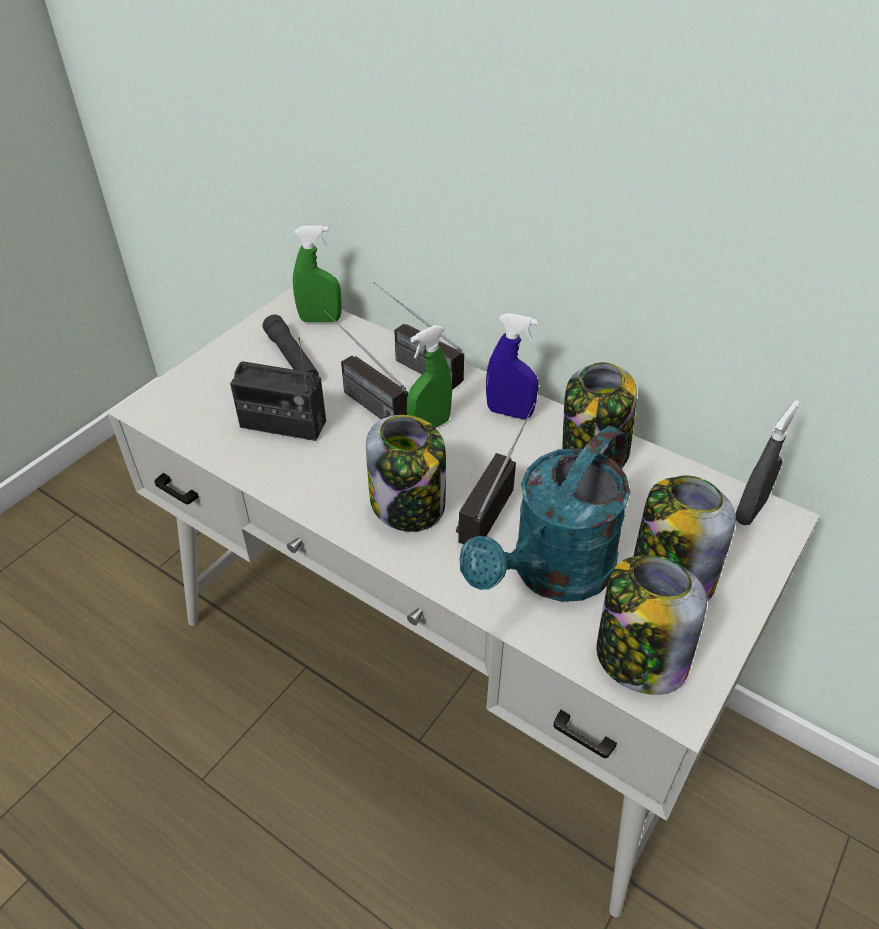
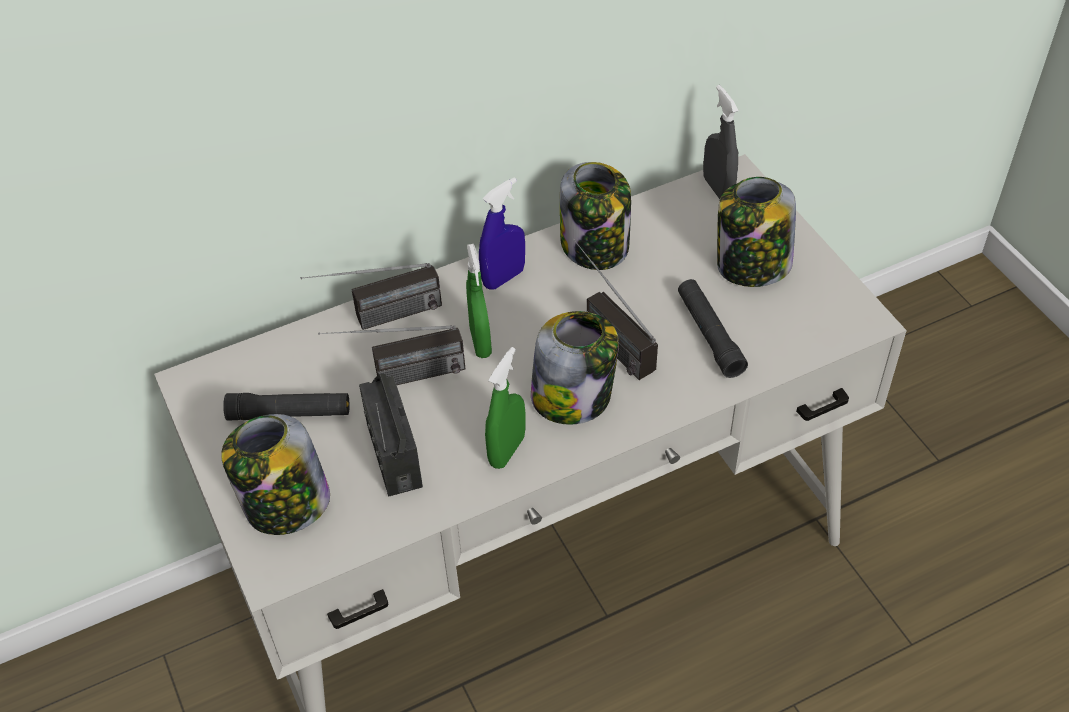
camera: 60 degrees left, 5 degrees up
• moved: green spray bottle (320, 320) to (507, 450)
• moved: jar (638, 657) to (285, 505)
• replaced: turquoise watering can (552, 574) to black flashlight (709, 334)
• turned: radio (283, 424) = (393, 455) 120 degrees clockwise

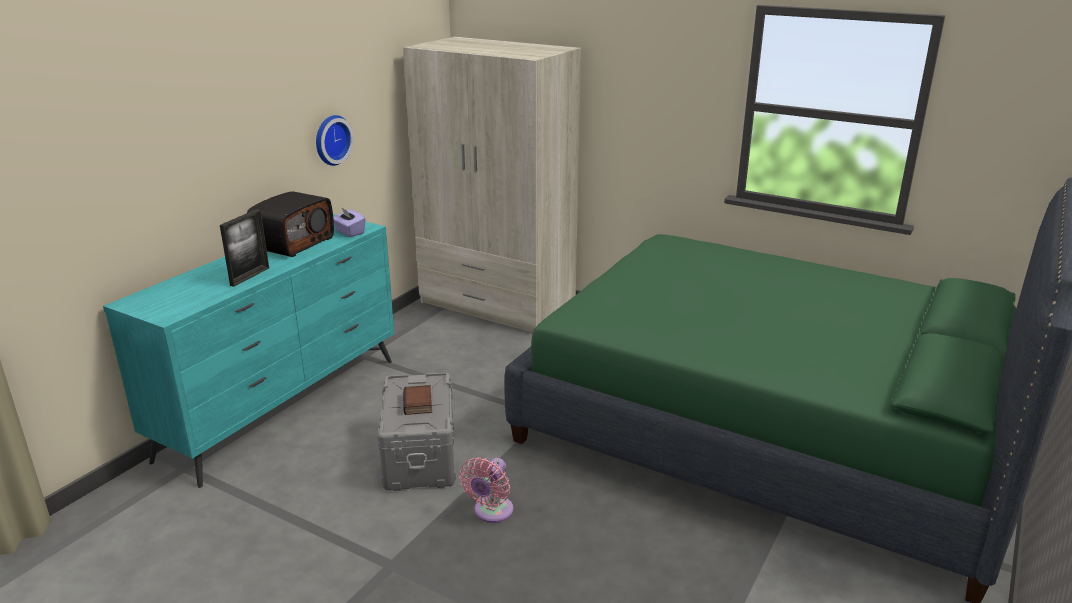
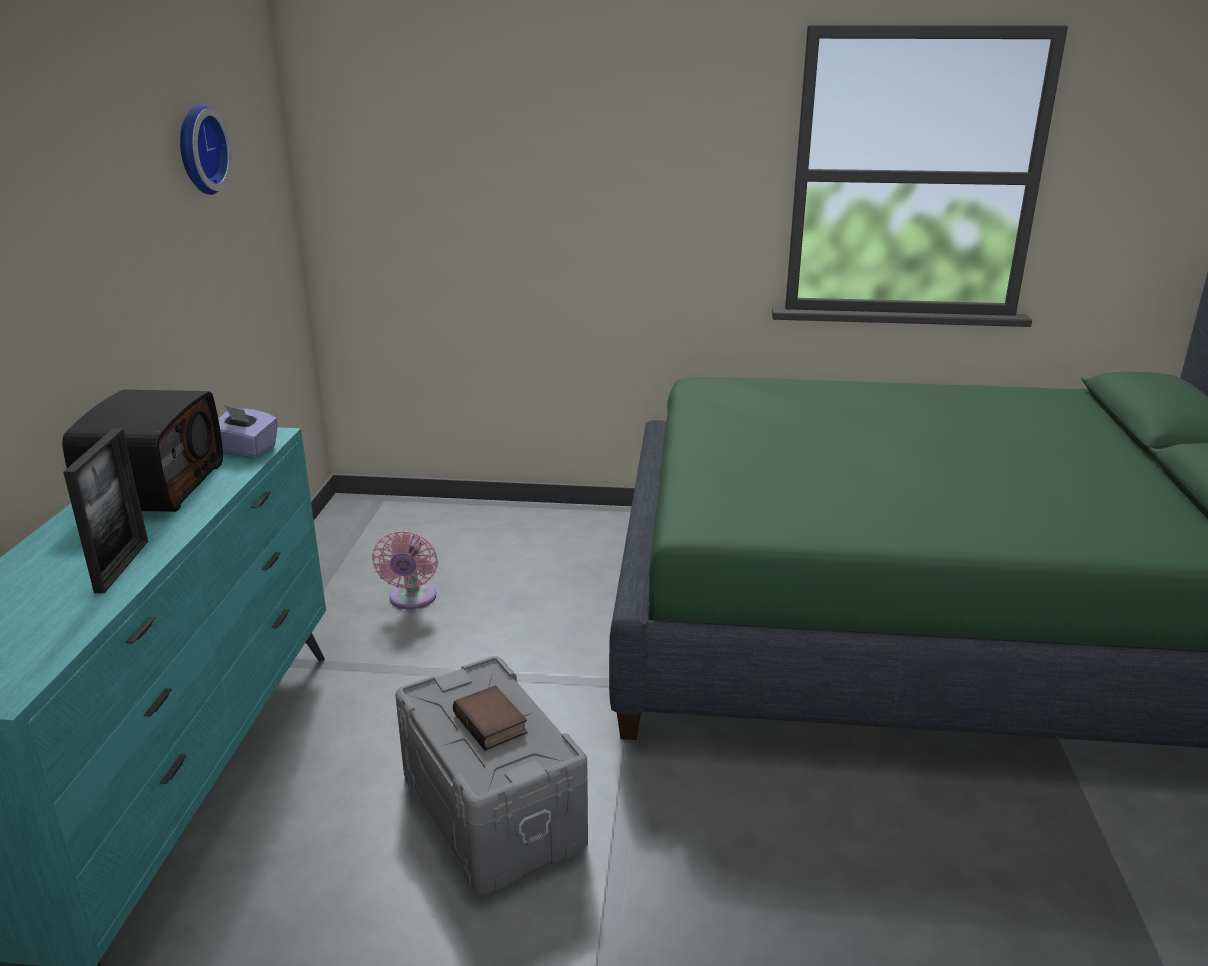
camera: 25 degrees left, 0 degrees up
• removed: beige wardrobe (497, 304)
• moved: wall clock (331, 139) to (198, 149)
• moved: pink fan (491, 512) to (412, 600)

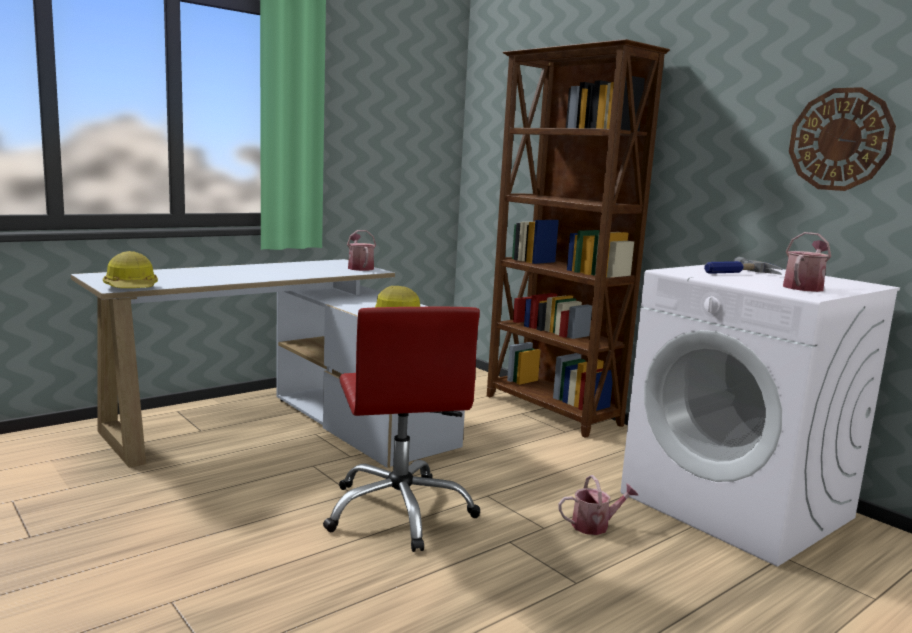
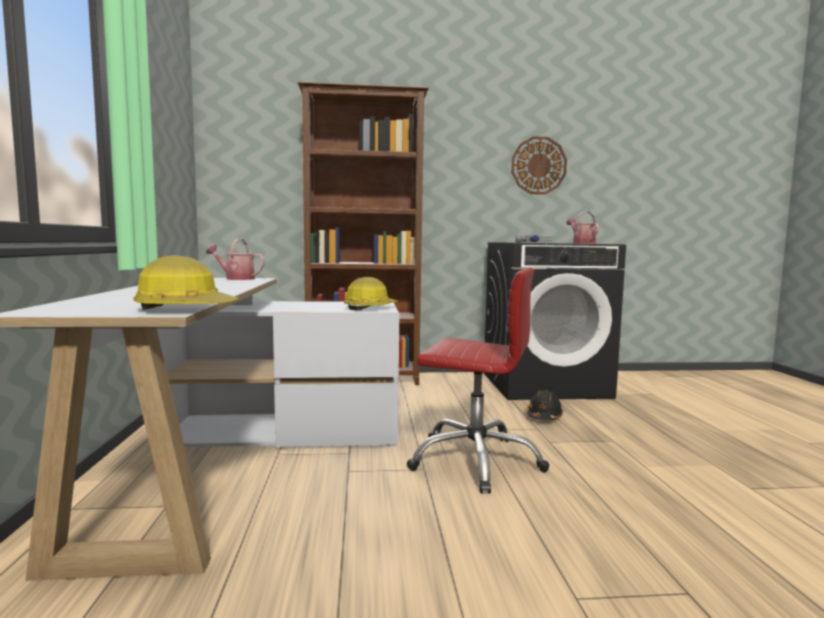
camera: 55 degrees left, 5 degrees down
• replaced: watering can (595, 525) to black hard hat (544, 416)
• recoloured: white washing machine (737, 506) to black washing machine (545, 385)

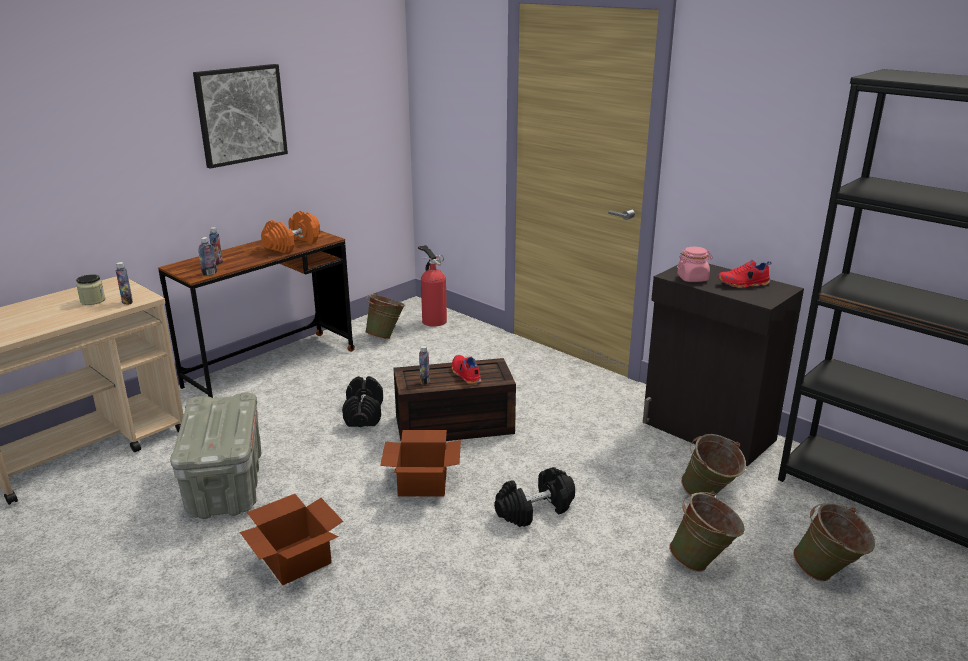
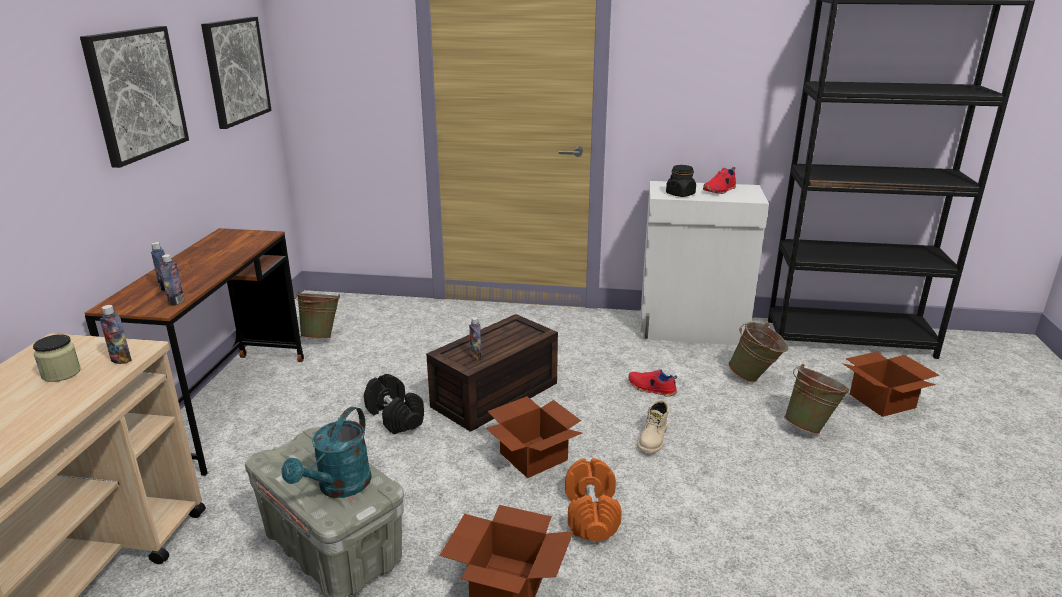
camera: 35 degrees left, 0 degrees up
• removed: fire extinguisher (433, 320)
• added: picture (236, 71)
• added: turquoise watering can (339, 487)
• moved: orange dumbbell (292, 245) to (591, 514)
• moved: red shoe (465, 375) to (651, 389)
• replaced: black dumbbell (535, 510) to beige boot (653, 439)
• replaced: green bucket (827, 575) to cardboard box (884, 401)
• recoloured: black cabinet (707, 432) to white cabinet (692, 330)
• recoloured: pink jar (692, 278) to black jar (680, 194)

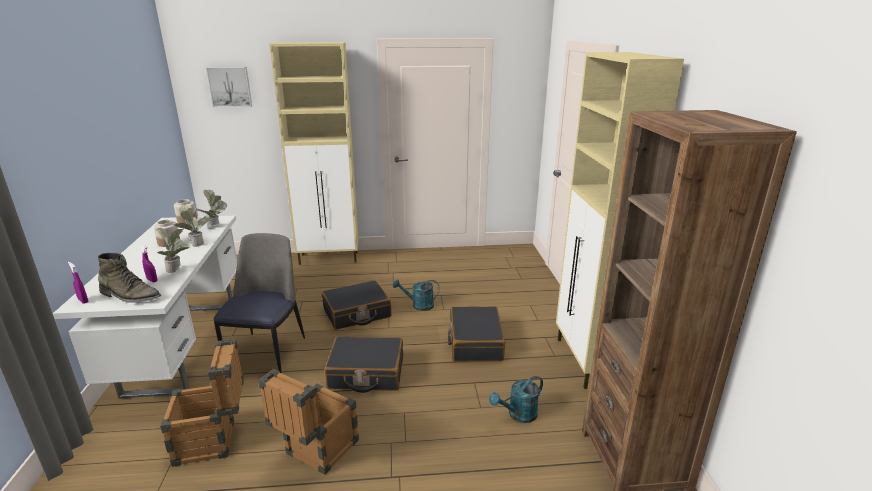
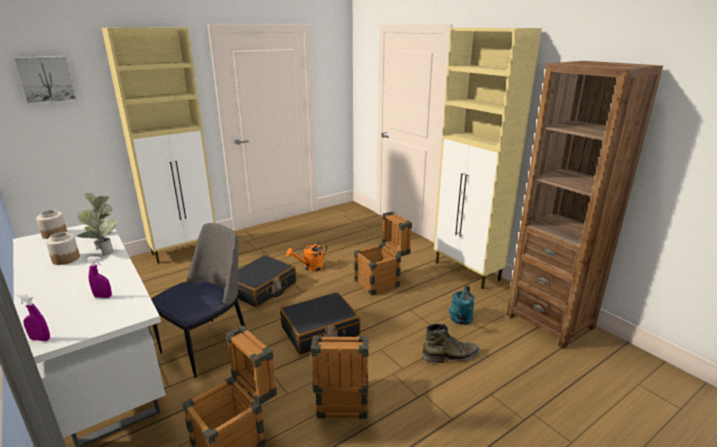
camera: 30 degrees left, 0 degrees up
• removed: potted plant (177, 269)
• moved: green boot (130, 296) to (450, 356)
• replaced: black suitcase (475, 342) to crate (382, 281)
• recoloured: turquoise watering can (418, 305) to orange watering can (310, 267)
• turned: chair (268, 351) = (208, 346) 60 degrees clockwise

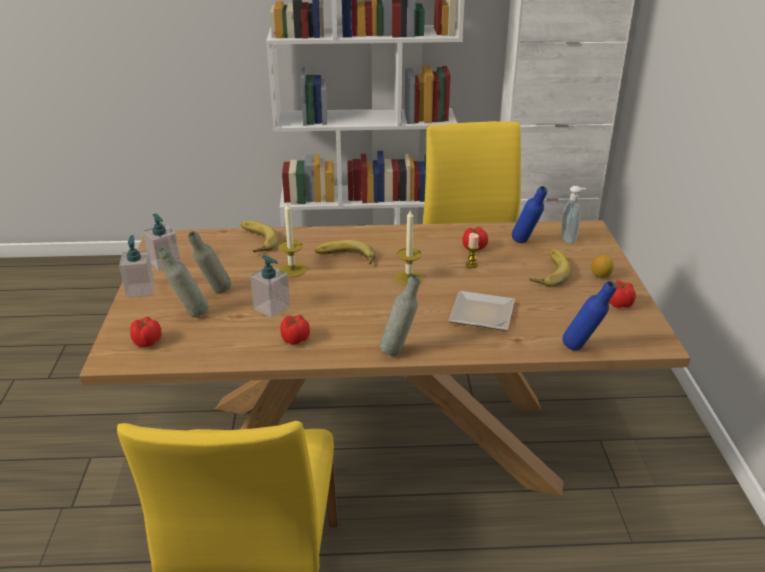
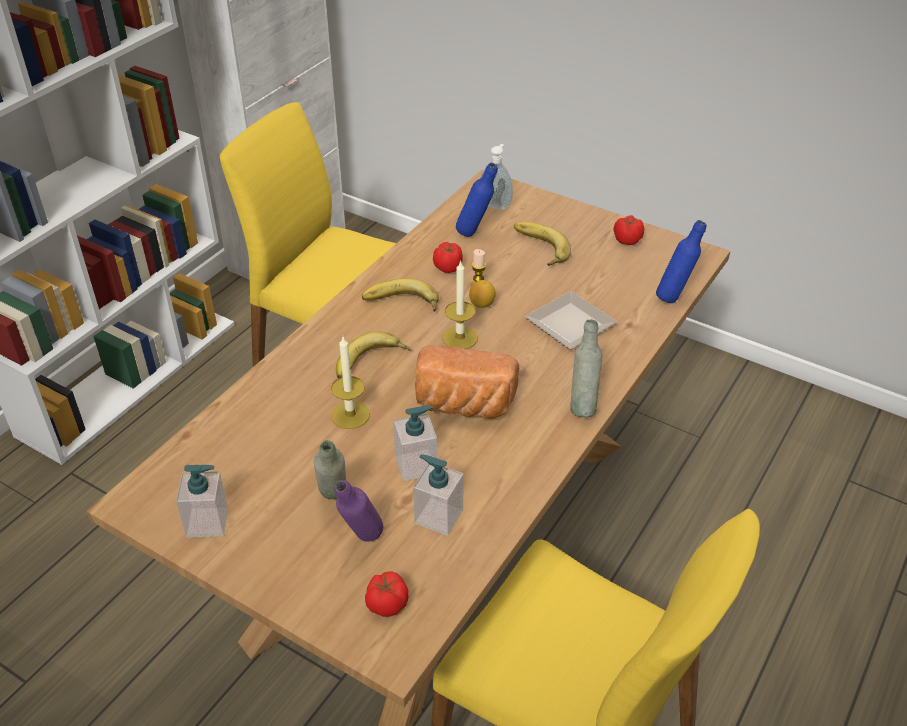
camera: 55 degrees left, 10 degrees up
• removed: tomato (295, 339)
• added: bread (463, 405)
• moved: soap dispenser (140, 290) to (438, 516)
• moved: banana (255, 241) to (401, 304)
• moved: lemon (601, 276) to (482, 304)
• recoloured: grey bottle (189, 314) to purple bottle (361, 542)

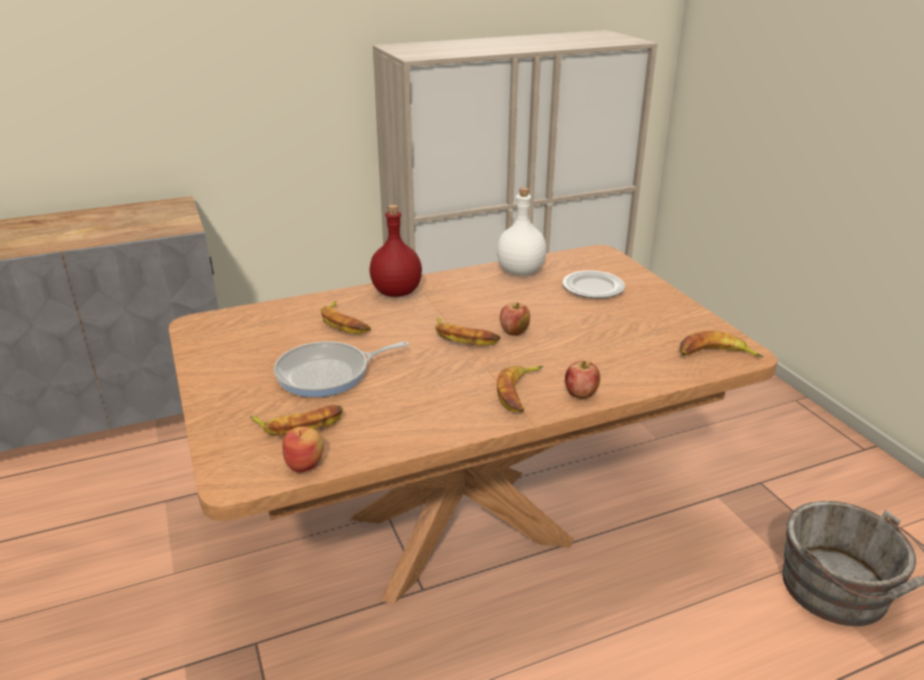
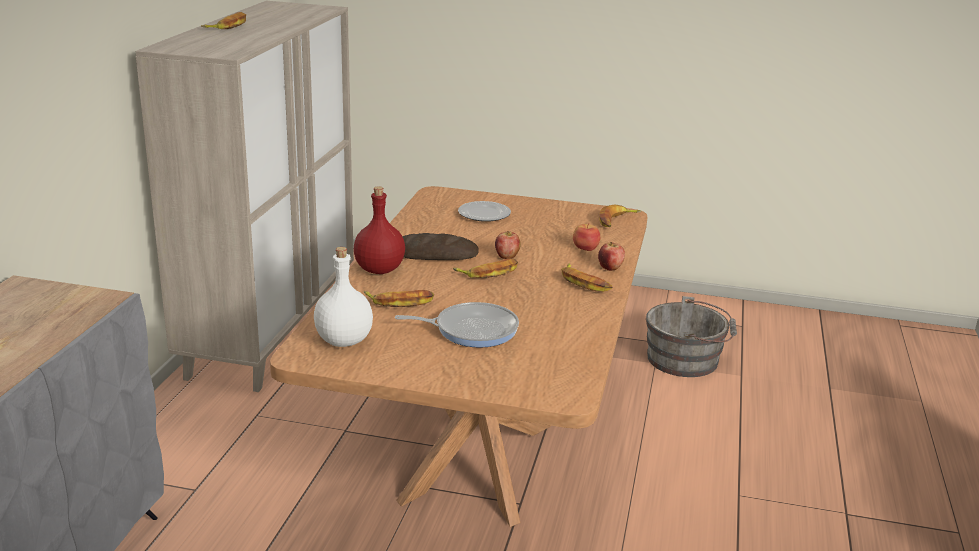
camera: 55 degrees left, 5 degrees down
• added: bread (433, 254)
• moved: banana (300, 424) to (227, 26)
• moved: apple (305, 463) to (585, 248)
• moved: white bottle (521, 271) to (344, 340)
• turned: frying pan (328, 374) = (471, 330) 105 degrees counterclockwise

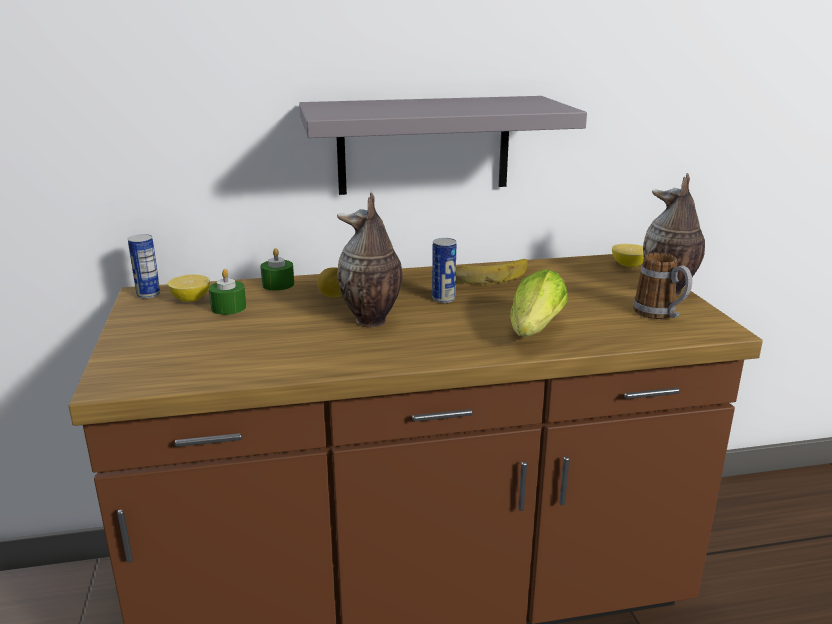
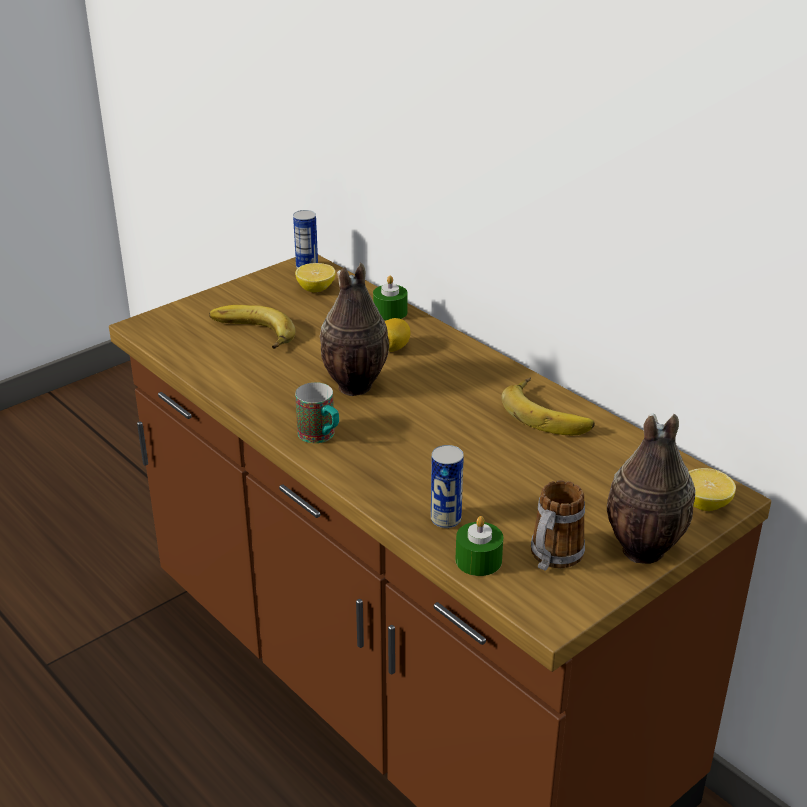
camera: 60 degrees right, 10 degrees up
• removed: grey shelf (424, 145)
• removed: lettuce (533, 332)
• added: banana (250, 334)
• added: mug (321, 437)
• moved: green candle (228, 308) to (478, 560)
• moved: can (443, 299) to (445, 519)

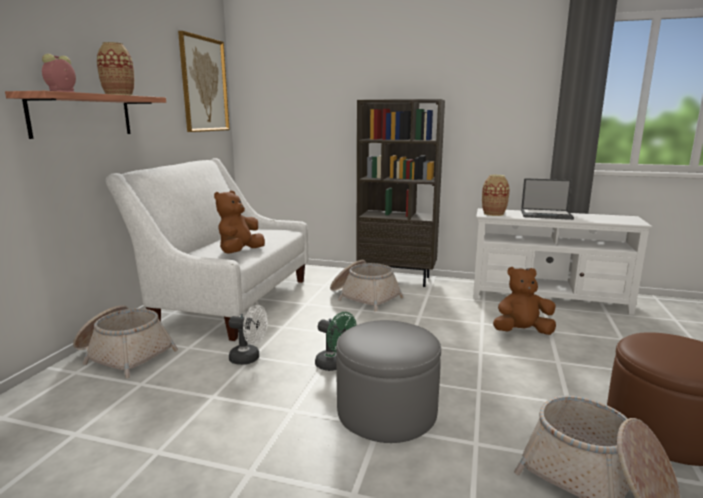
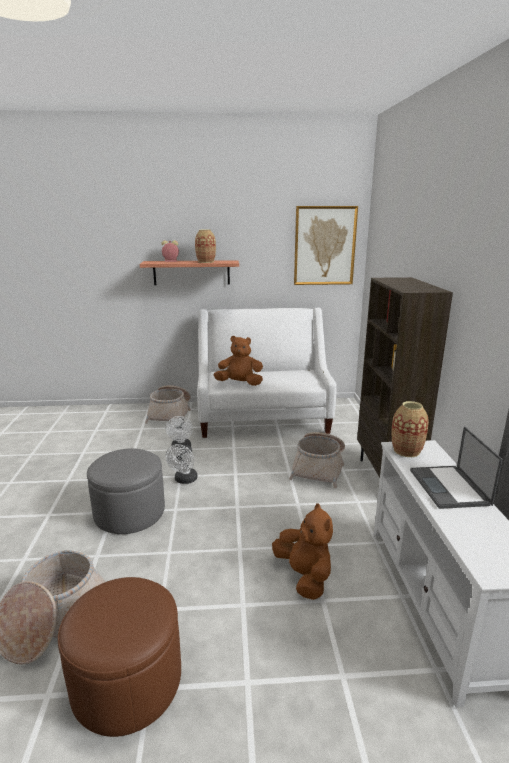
camera: 70 degrees right, 5 degrees up
• recoloured: green fan (335, 365) to white fan (184, 480)

